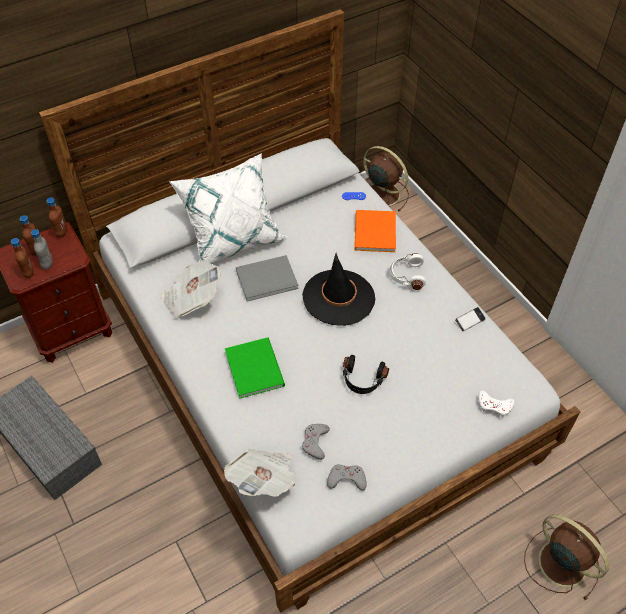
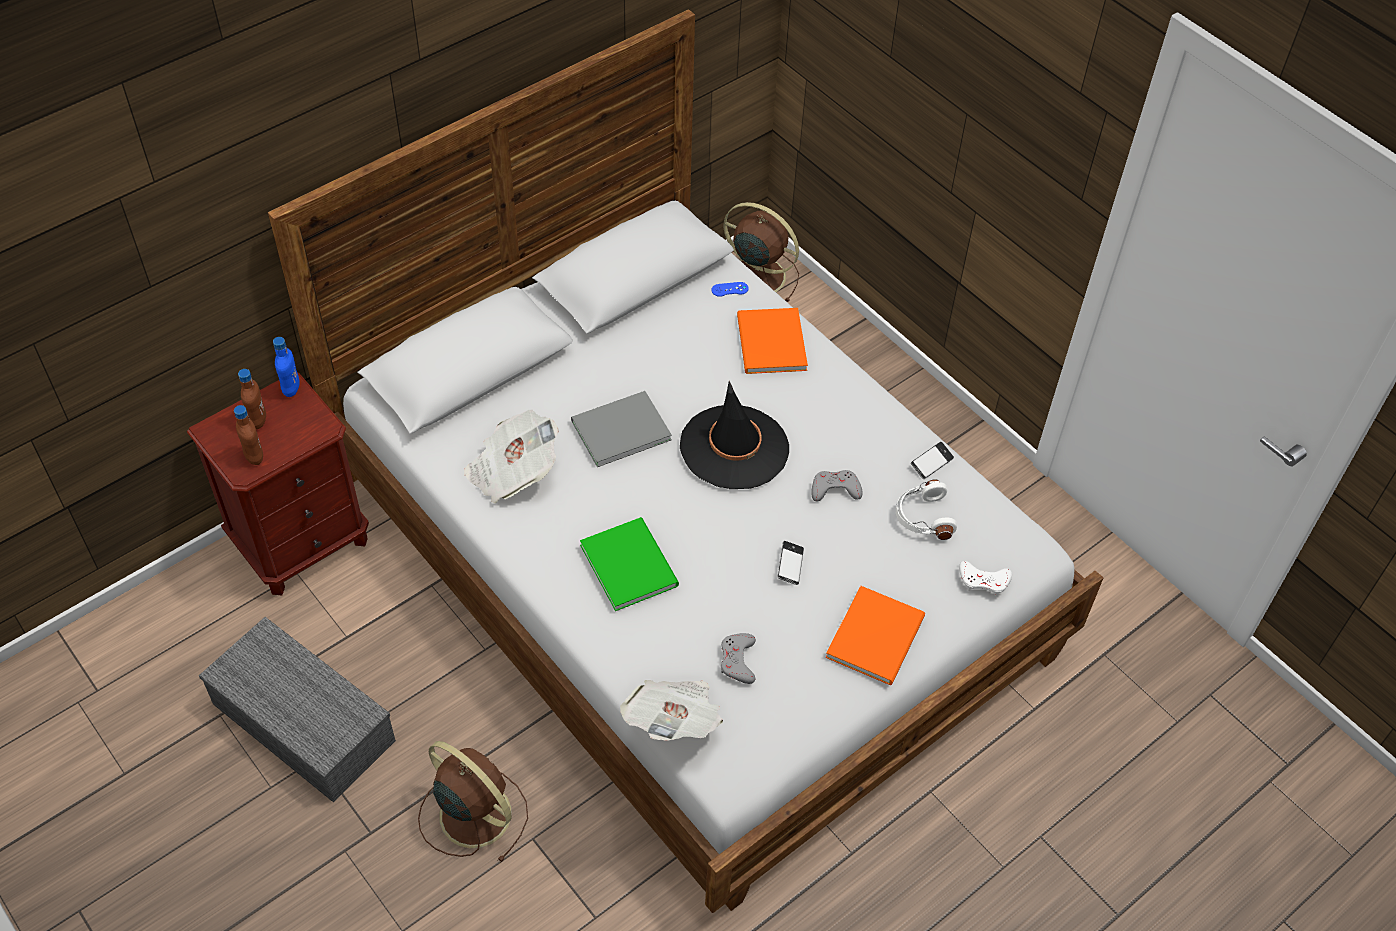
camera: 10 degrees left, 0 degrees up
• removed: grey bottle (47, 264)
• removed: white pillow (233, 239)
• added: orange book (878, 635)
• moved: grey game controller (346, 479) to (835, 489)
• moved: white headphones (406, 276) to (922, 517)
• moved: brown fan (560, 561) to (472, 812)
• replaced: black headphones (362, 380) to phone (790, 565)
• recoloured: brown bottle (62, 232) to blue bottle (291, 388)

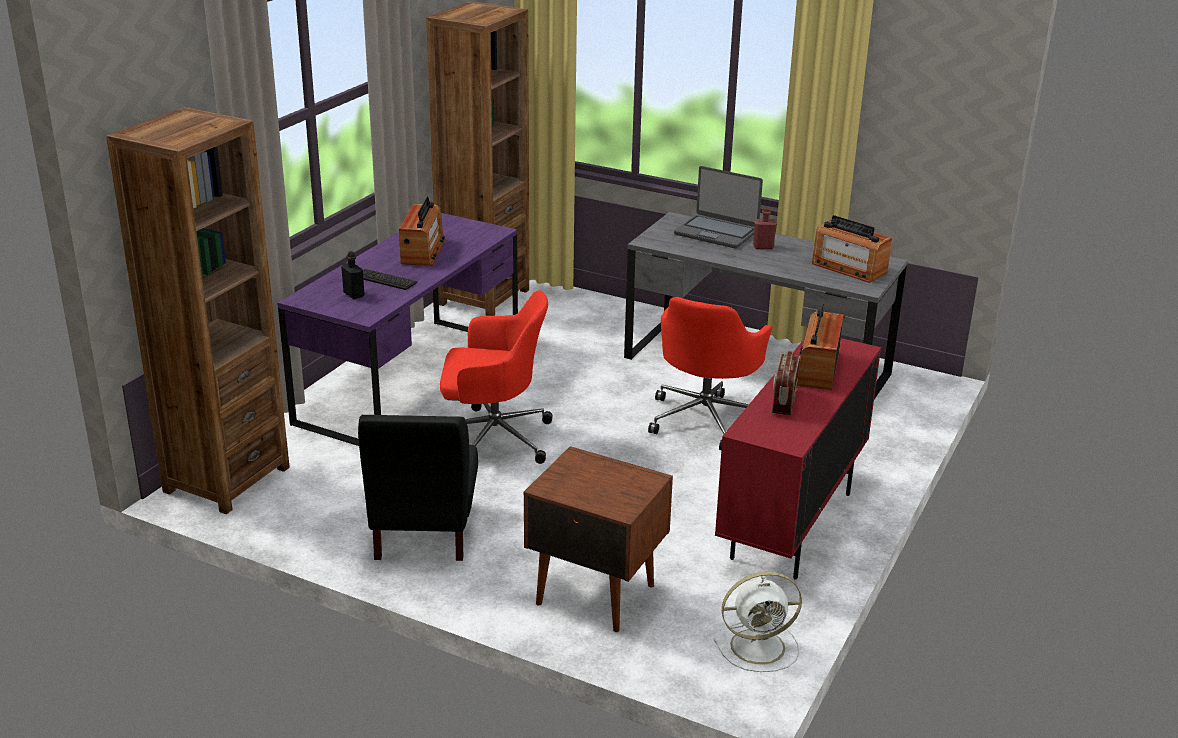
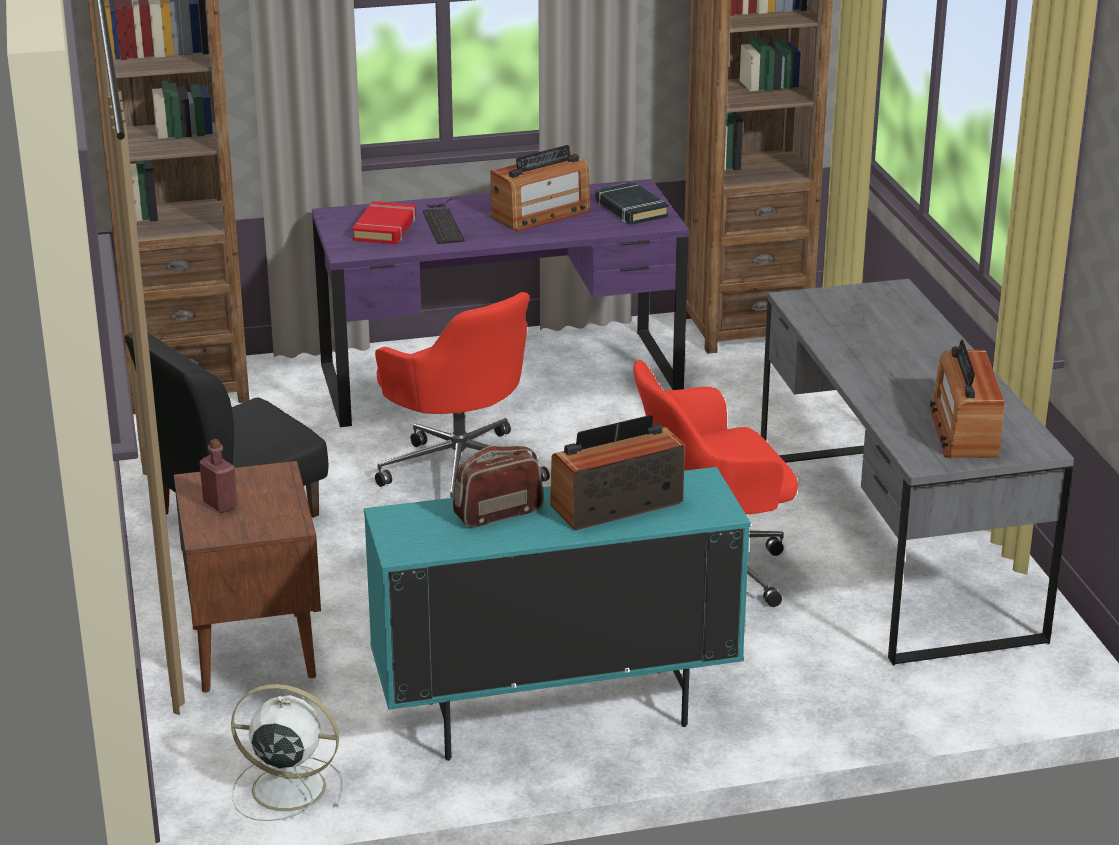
camera: 50 degrees right, 0 degrees up
• removed: laptop (716, 232)
• added: black book (630, 209)
• moved: red bottle (763, 247) to (220, 505)
• replaced: black bottle (354, 295) to red book (385, 229)
• recoloured: red cabinet (791, 526) to turquoise cabinet (555, 714)
• turned: white fan (760, 646) = (285, 788) 150 degrees clockwise

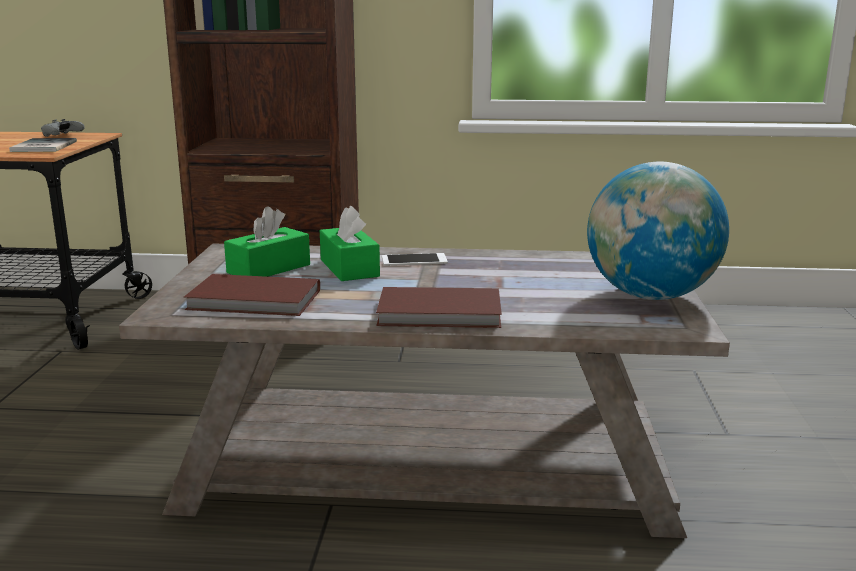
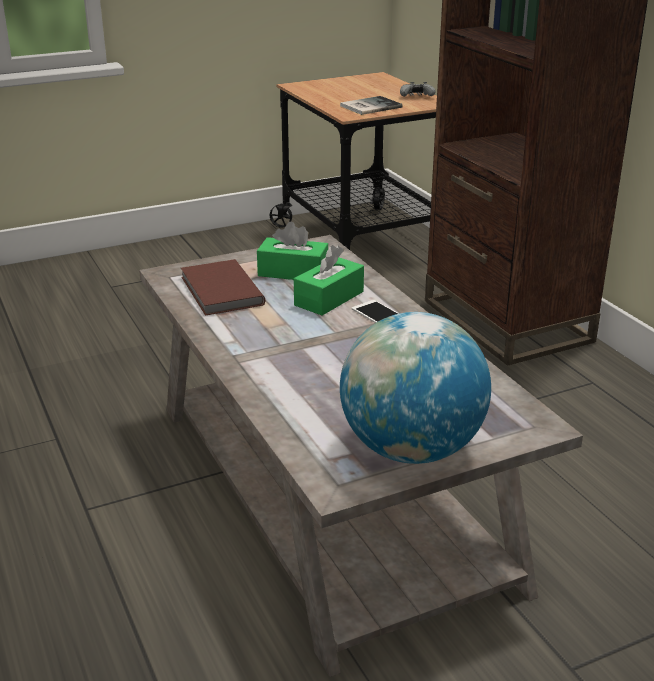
camera: 60 degrees right, 10 degrees up
• removed: brown book (441, 313)

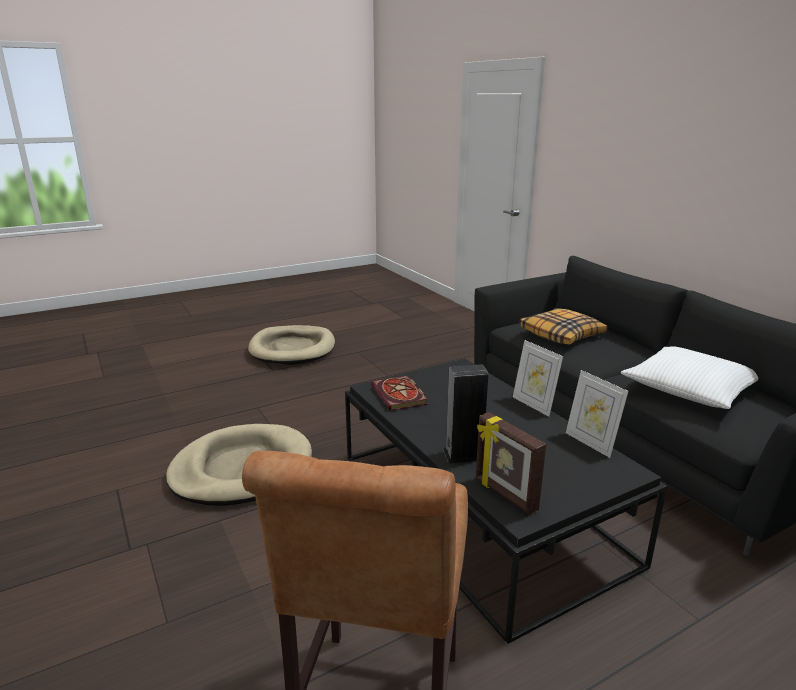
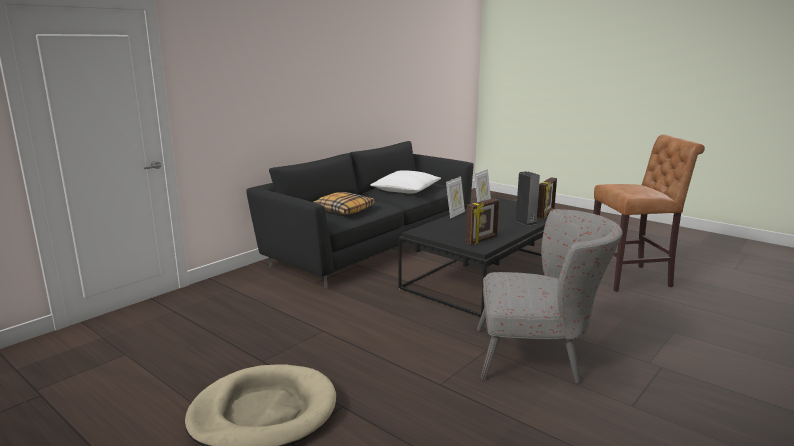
camera: 110 degrees left, 5 degrees down
• replaced: beige dog bed (242, 469) to grey armchair (539, 356)
• replaced: book (400, 396) to picture frame (482, 240)

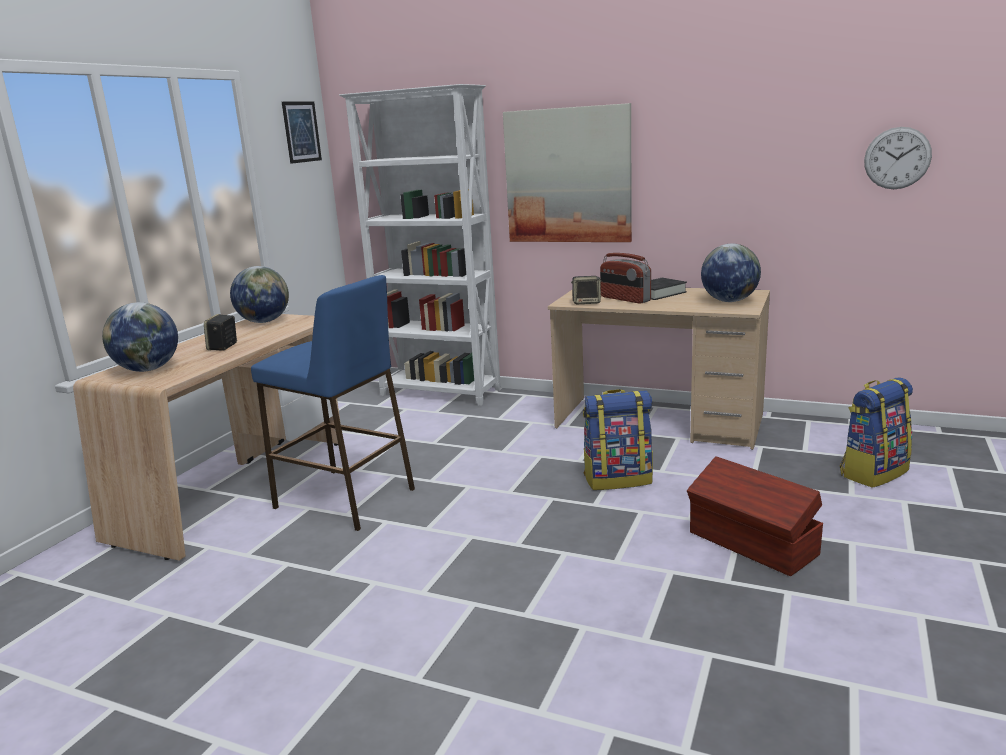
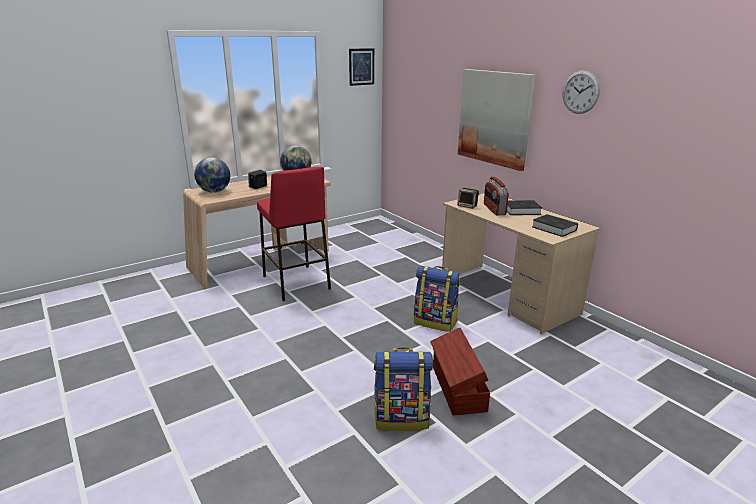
camera: 30 degrees right, 5 degrees up
• removed: white bookcase (440, 393)
• moved: backpack (873, 472) to (402, 418)
• moved: wall clock (897, 158) to (580, 92)
• replaced: globe (729, 301) to black book (554, 228)
• recoloured: blue stool (345, 499) to red stool (296, 283)

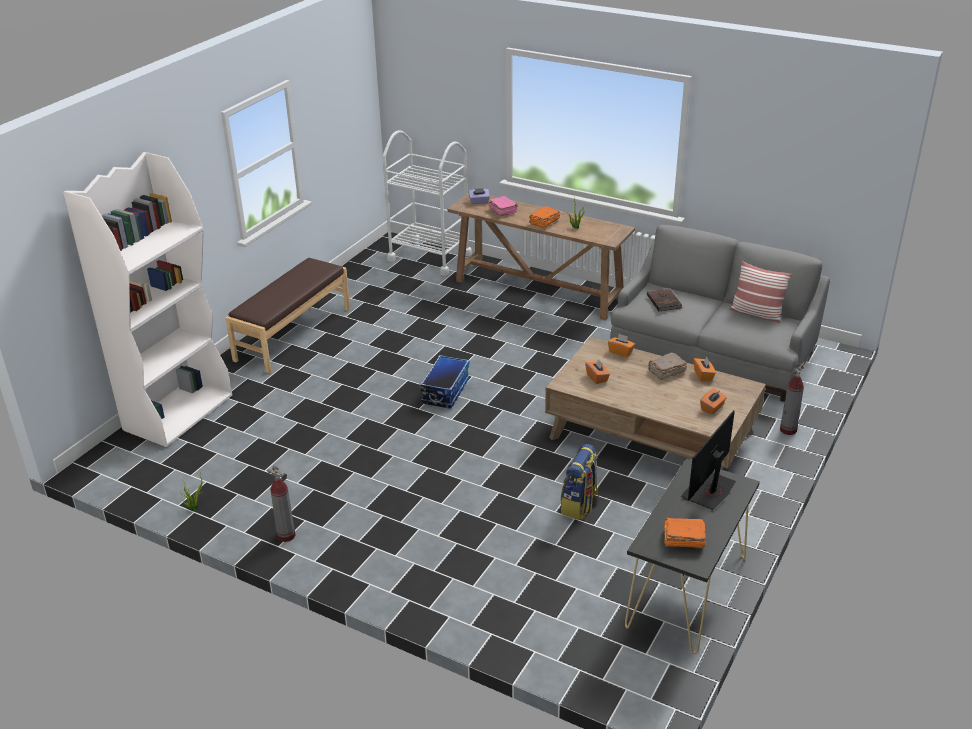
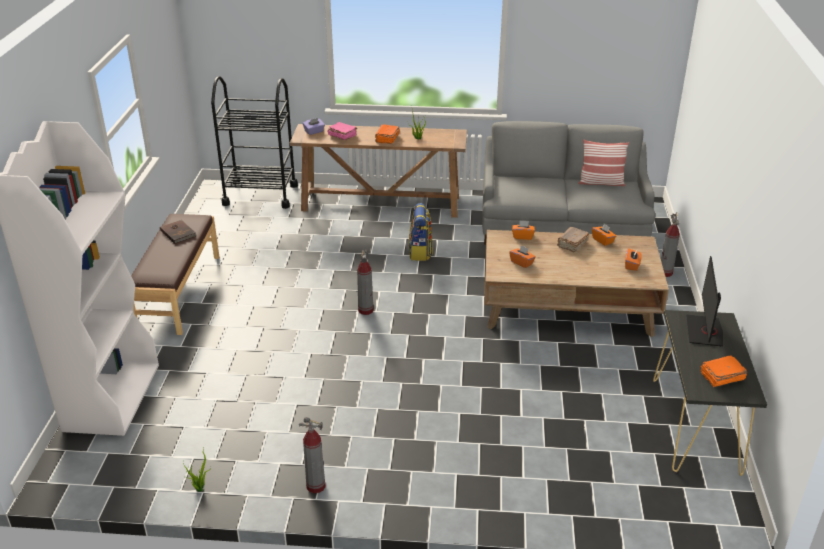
camera: 25 degrees left, 0 degrees up
• moved: backpack (580, 505) to (420, 252)
• moved: brown book (664, 301) to (178, 233)
• replaced: storage box (445, 391) to fire extinguisher (365, 310)
• recoloured: white cart (429, 257) to black cart (260, 195)

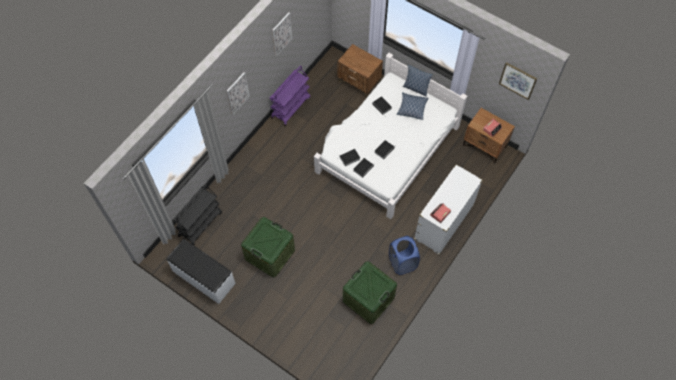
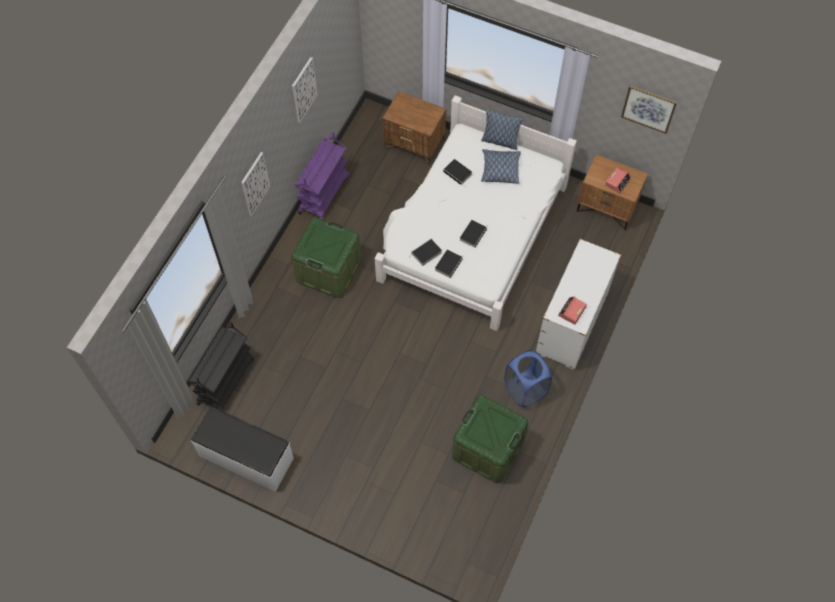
camera: 10 degrees left, 0 degrees up
• moved: green storage box (270, 254) to (328, 270)

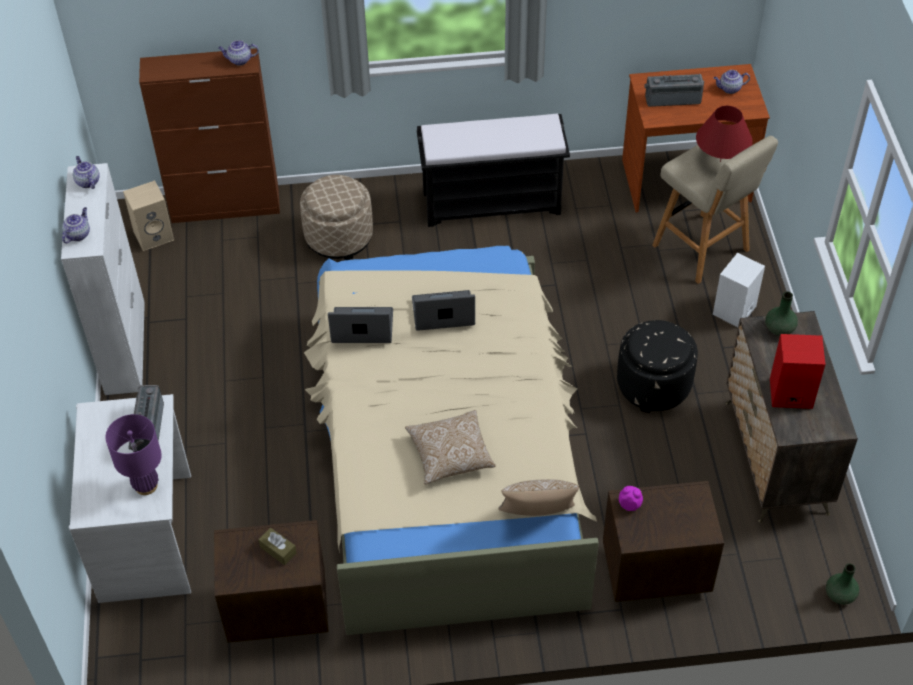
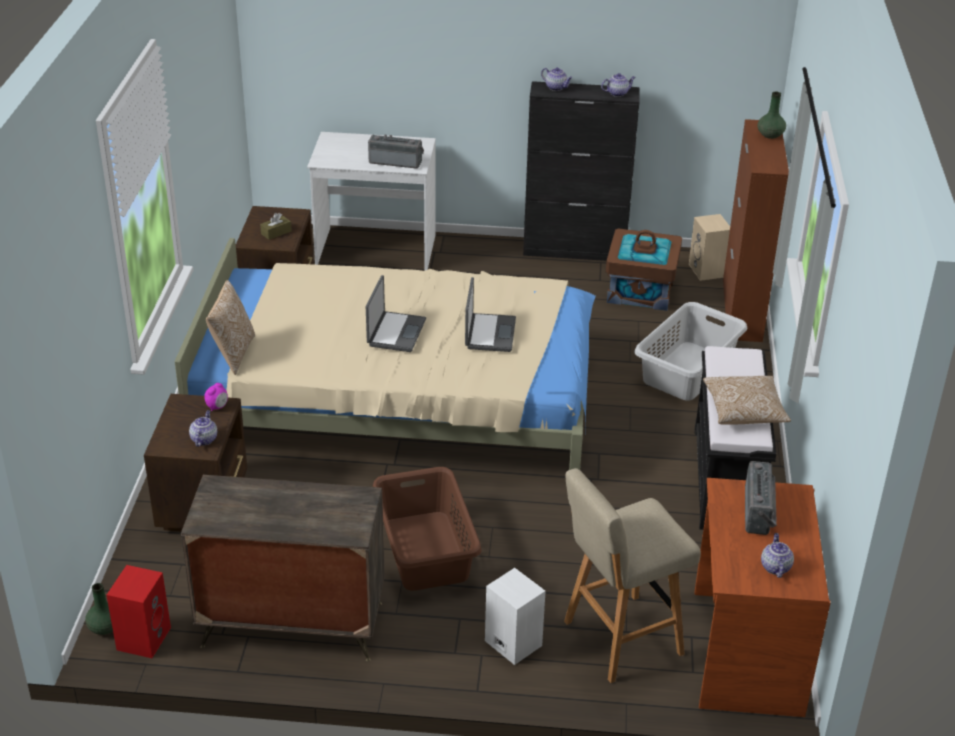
camera: 100 degrees right, 15 degrees down
• removed: purple table lamp (146, 485)
• removed: red table lamp (720, 161)
• added: brown storage box (640, 290)
• moved: teapot (239, 60) to (204, 439)
• moved: laptop (362, 328) to (395, 332)
• moved: pillow (450, 455) to (744, 411)
• moved: green vase (780, 328) to (770, 135)
• moved: red speaker (789, 394) to (143, 637)
• replaced: beige ottoman (339, 237) to grey laundry basket (688, 371)
• replaced: black ottoman (653, 385) to brown laundry basket (425, 551)
• recoloured: white cabinet (125, 347) to black cabinet (575, 250)

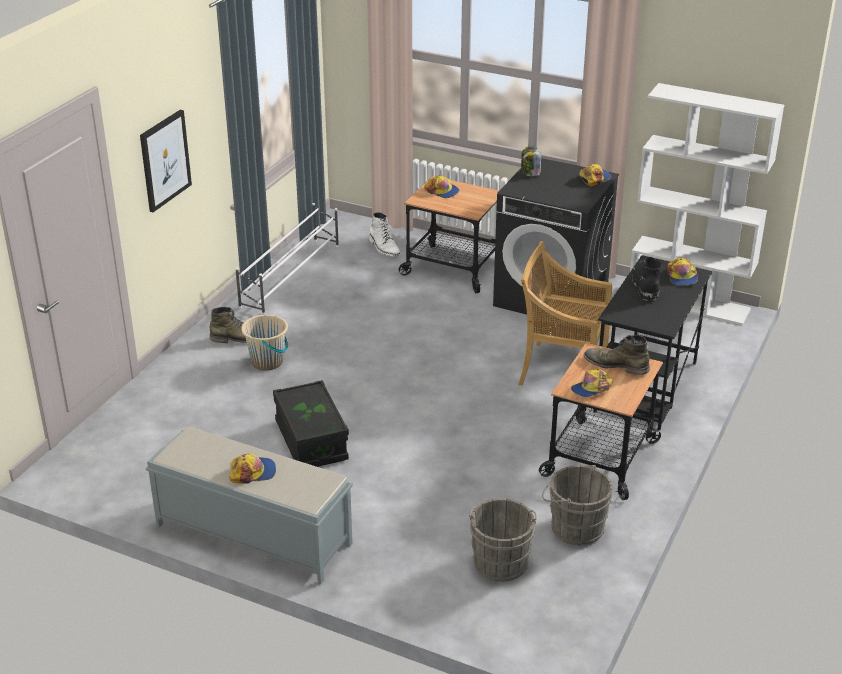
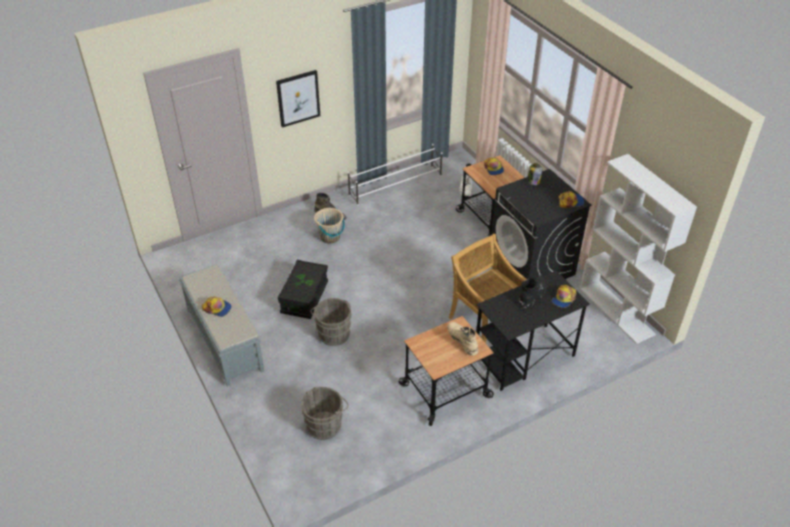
camera: 35 degrees right, 10 degrees up
• removed: cap (592, 388)
• moved: grey bucket (574, 527) to (333, 333)
• recoloured: green boot (616, 365) to beige boot (462, 340)

